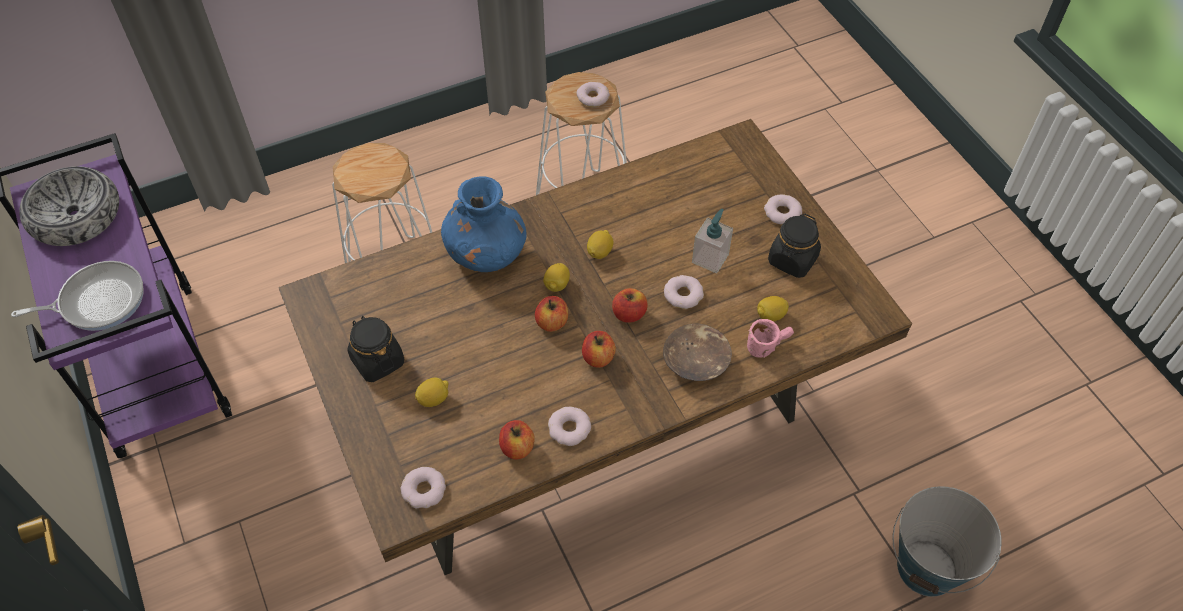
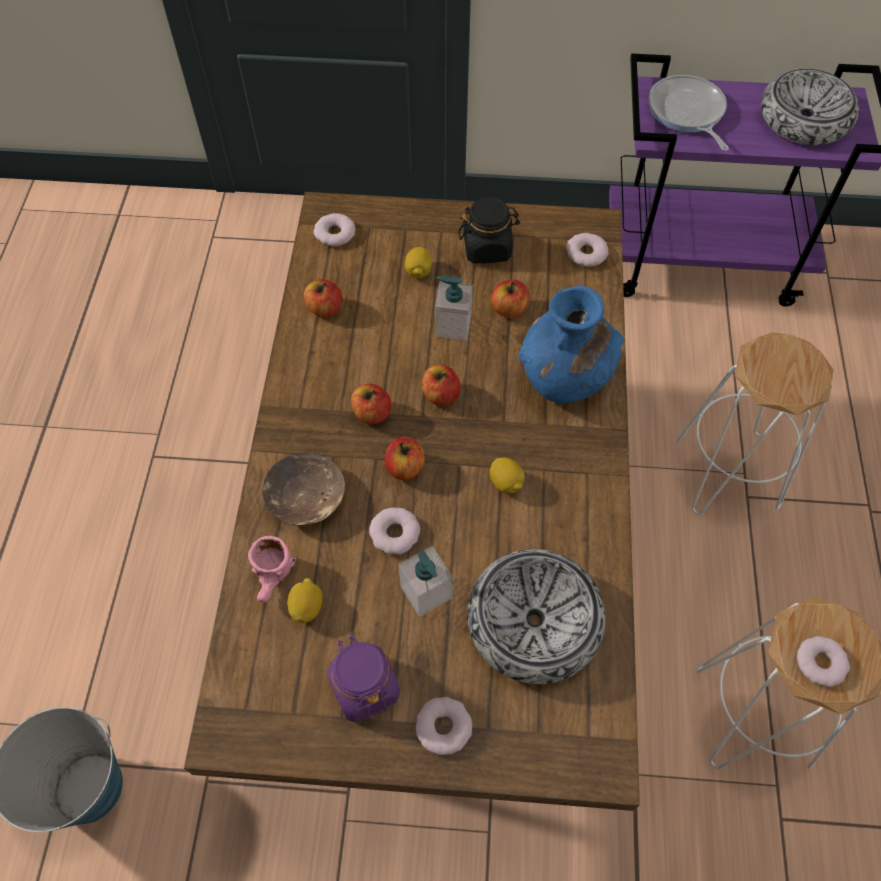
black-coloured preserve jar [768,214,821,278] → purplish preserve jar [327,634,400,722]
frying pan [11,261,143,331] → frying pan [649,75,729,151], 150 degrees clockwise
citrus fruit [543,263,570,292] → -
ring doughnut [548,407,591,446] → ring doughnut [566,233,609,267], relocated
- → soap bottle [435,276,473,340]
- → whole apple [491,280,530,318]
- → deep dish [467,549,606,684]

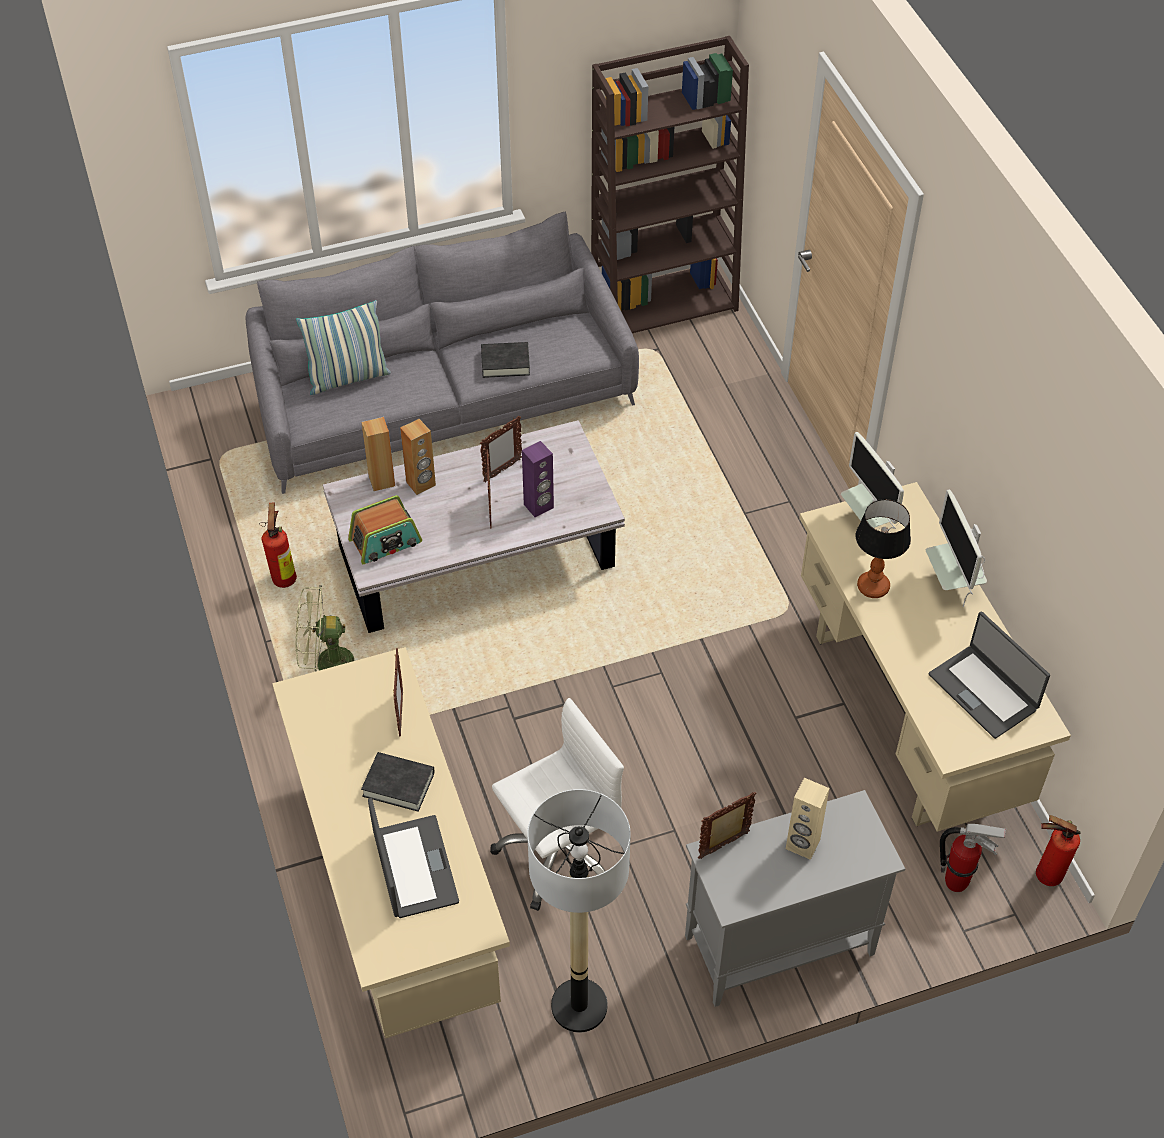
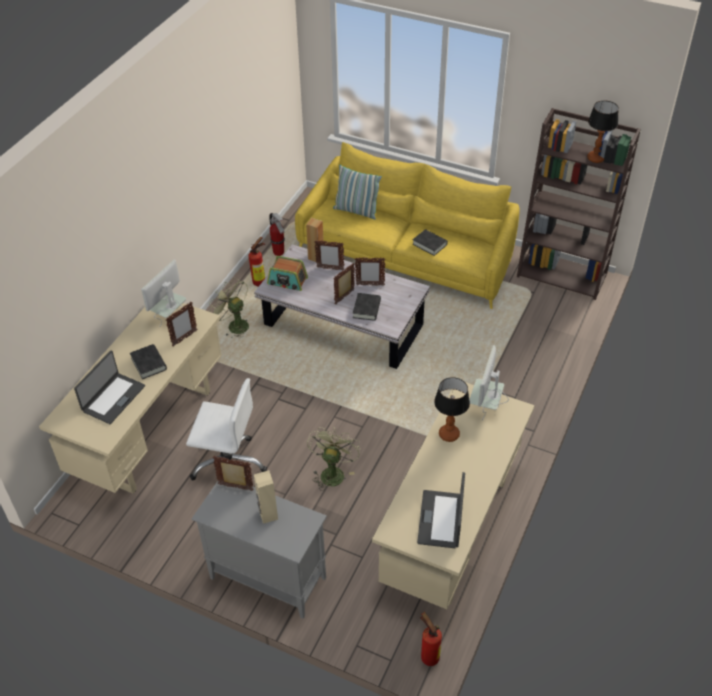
grey couch [245,211,639,494] → yellow-coloured couch [295,142,520,309]
brown speaker [400,419,436,495] → photo frame [314,240,344,271]
purplish speaker [522,441,554,517] → black-coloured bound book [353,293,381,321]
computer display [926,490,987,607] → computer display [141,260,186,326], relocated
standard lamp [527,789,631,1033] → -
fire-fighting cylinder [940,824,1006,892] → fire-fighting cylinder [269,213,285,256], relocated
- → tabletop lamp [587,100,619,163]
- → green-coloured fan [307,427,360,491]

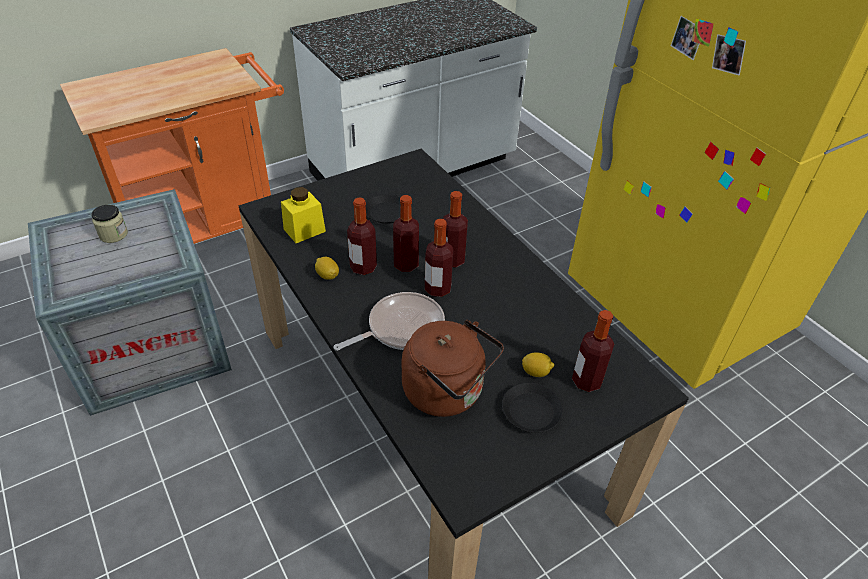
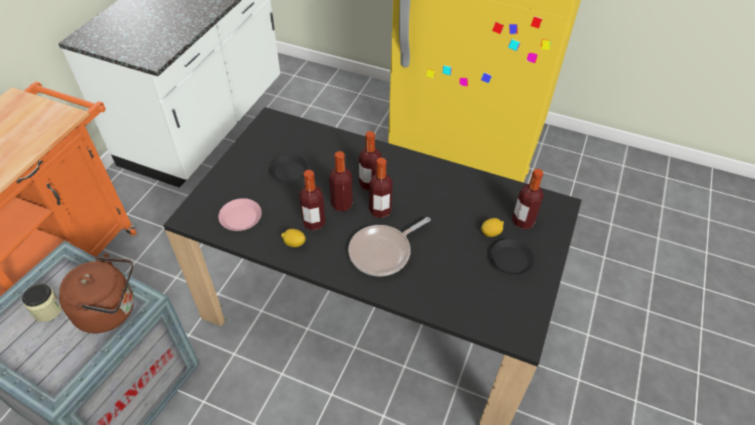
yellow-coloured preserve jar [281,187,326,243] → pink-coloured dinner plate [218,198,262,231]
frying pan [334,292,445,351] → frying pan [348,217,430,276], 150 degrees counterclockwise
brown tea kettle [402,320,504,417] → brown tea kettle [59,253,134,333], relocated

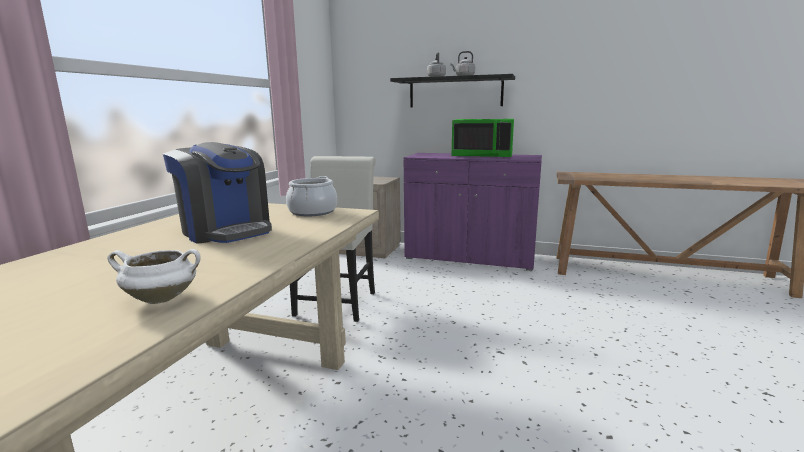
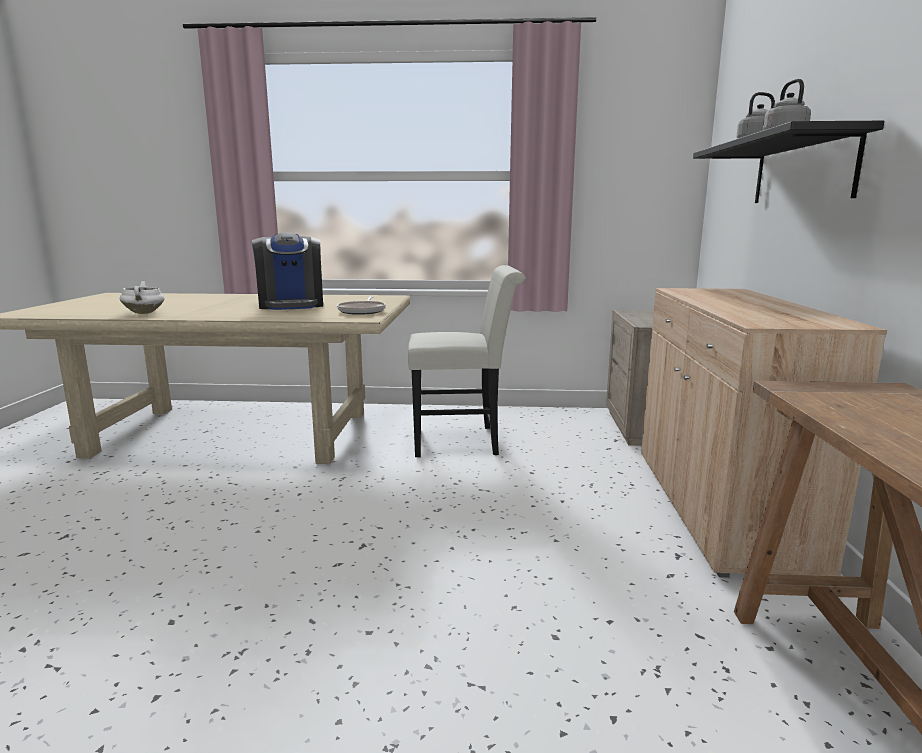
green-coloured microwave [452,119,514,158] → -
coffee machine [163,142,272,244] → coffee machine [252,233,323,310], 45 degrees counterclockwise
purplish cupboard [403,153,542,271] → beige cupboard [641,288,887,578]
saucepot [286,176,337,216] → frying pan [337,296,386,315]

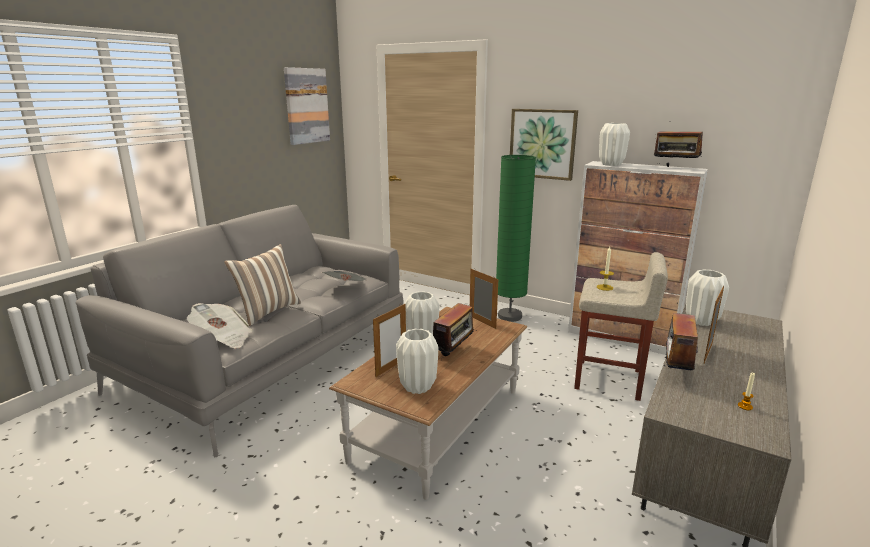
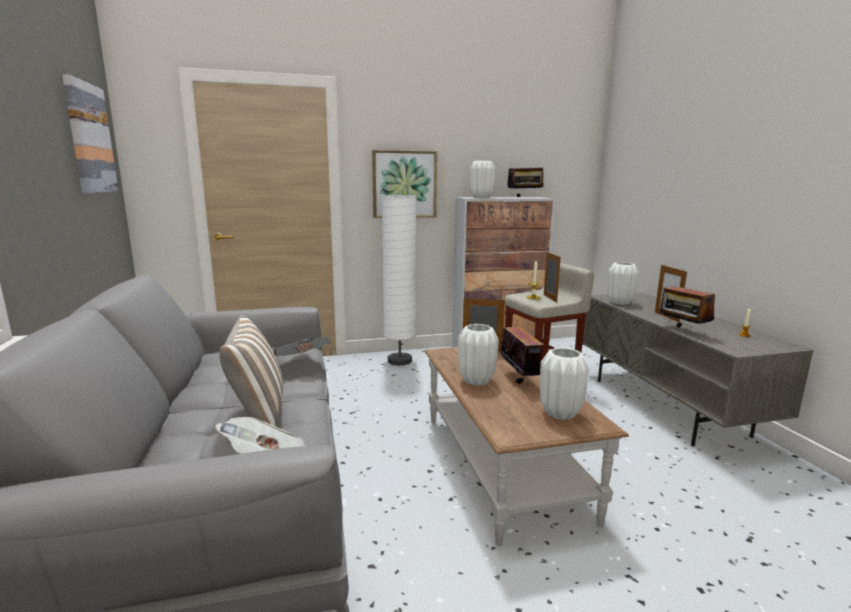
green-coloured standard lamp [496,155,536,322] → white standard lamp [382,195,416,365]
photo frame [373,304,406,377] → photo frame [544,252,561,303], relocated

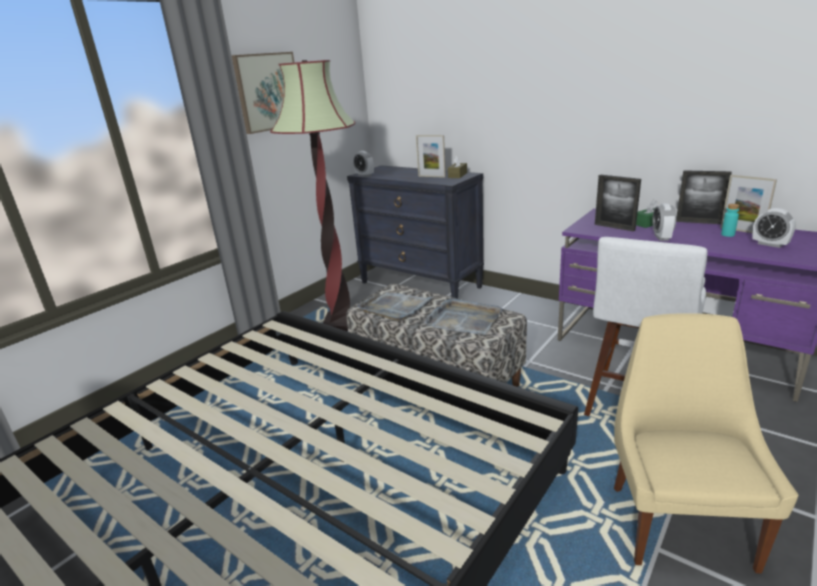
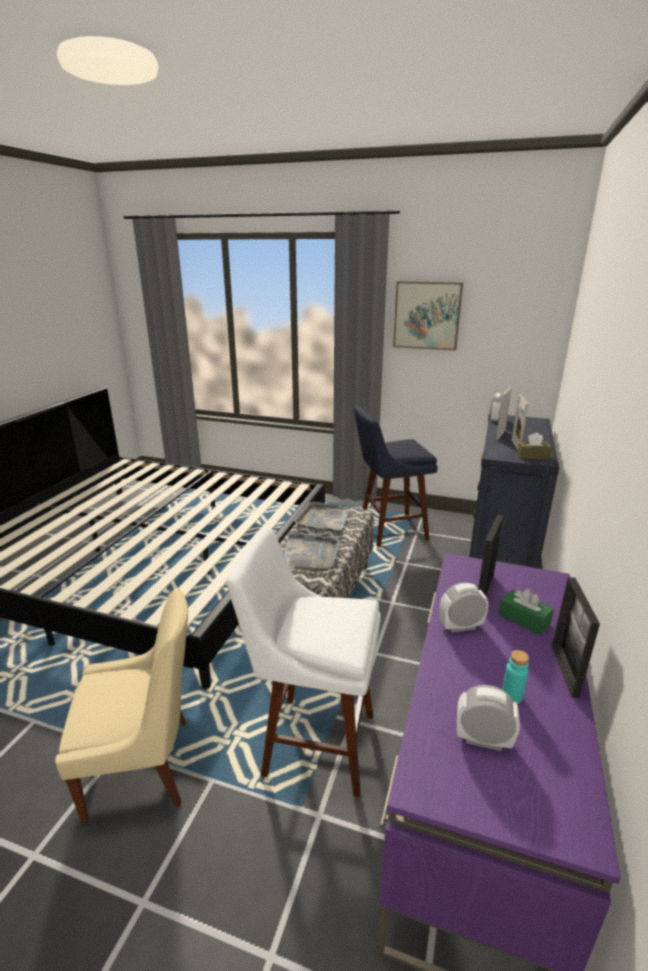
standard lamp [270,60,355,331] → blue stool seat [354,406,438,547]
photo frame [720,175,777,233] → photo frame [496,387,512,440], relocated
table clock [753,208,796,248] → table clock [457,685,520,751], 75 degrees clockwise

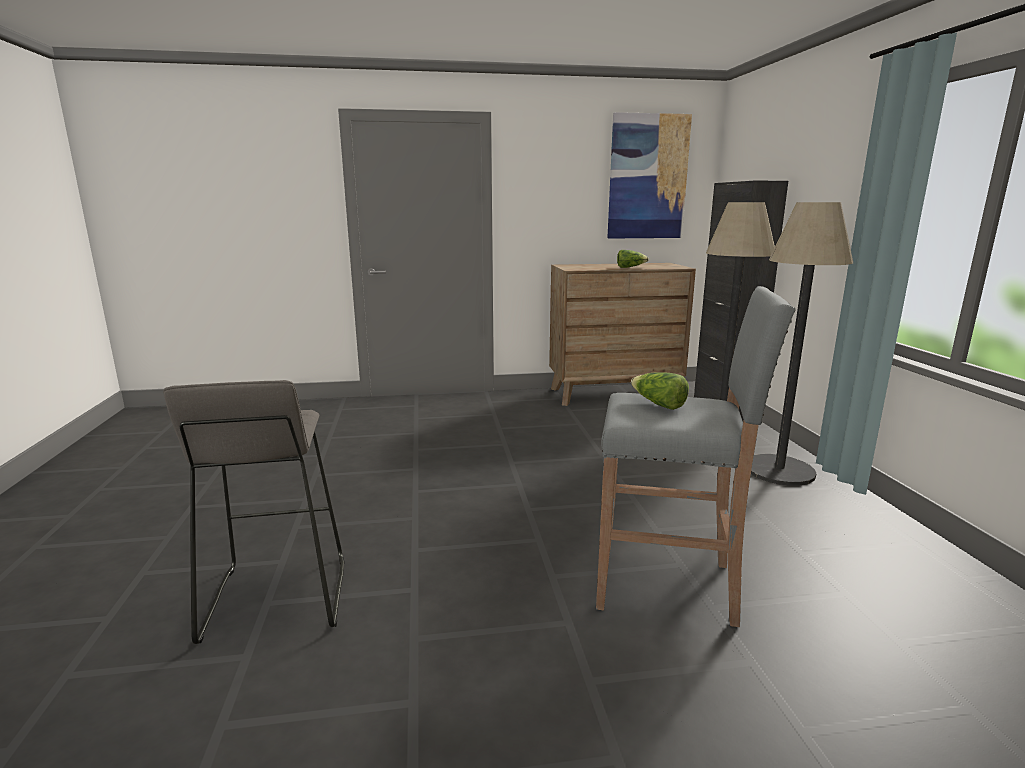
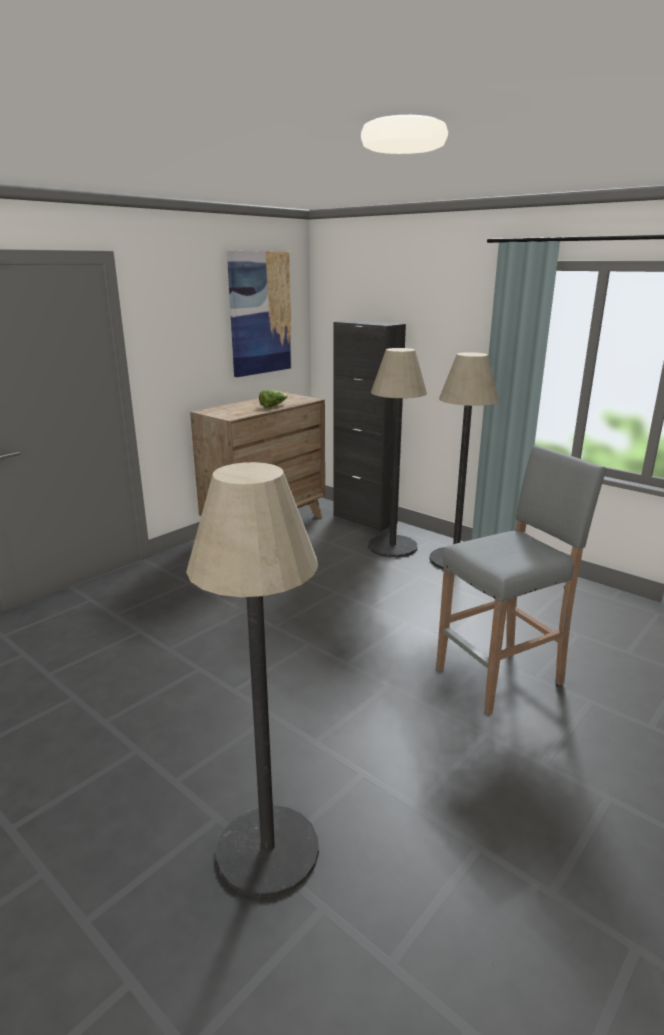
lettuce head [631,373,689,410] → -
grey stool seat [163,380,345,644] → standard lamp [186,462,319,898]

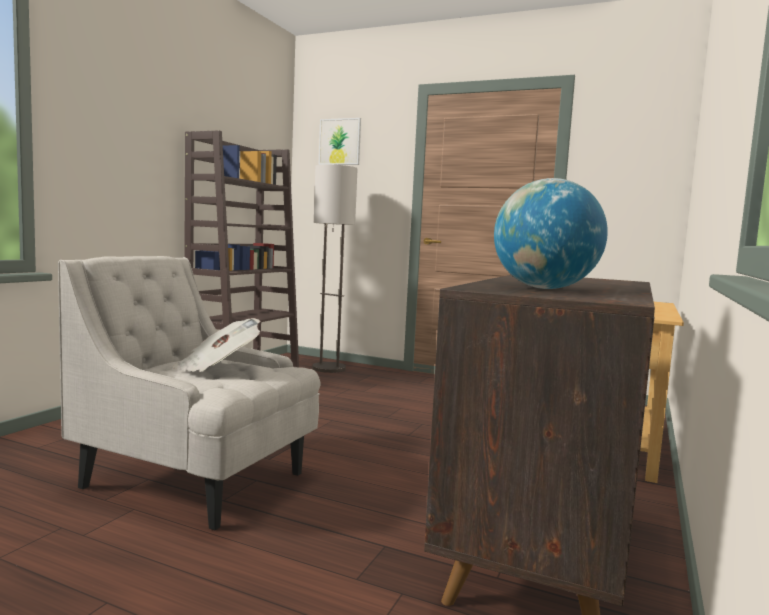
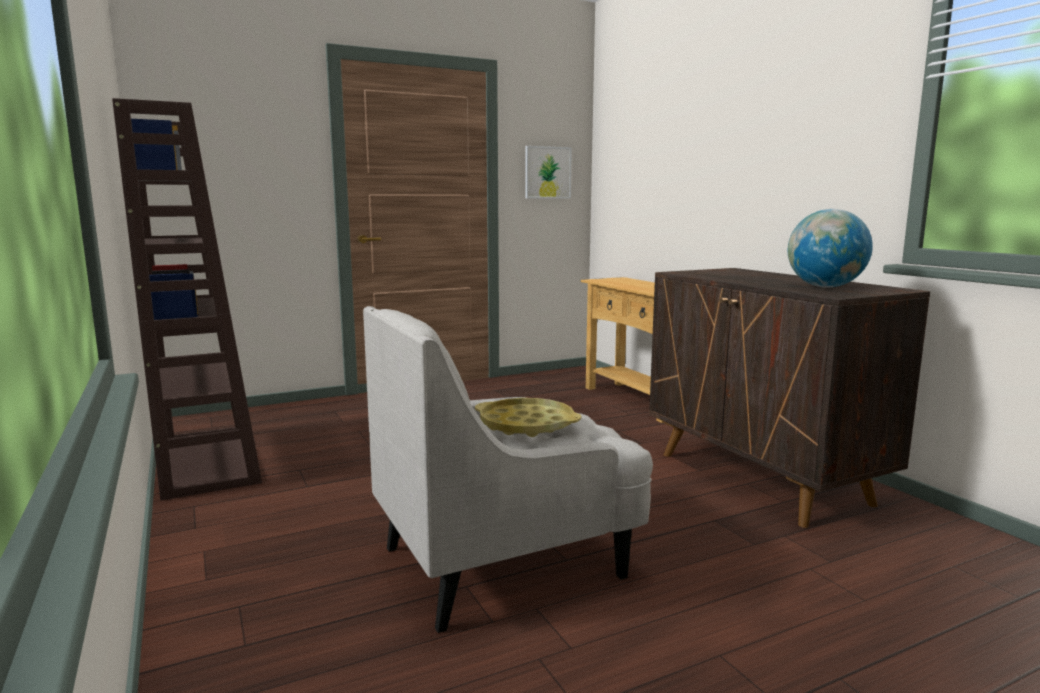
picture [319,118,361,165] → picture [526,146,572,199], relocated
standard lamp [312,164,358,373] → -
newspaper [173,318,261,372] → yellow-coloured carrying tray [475,398,581,437]

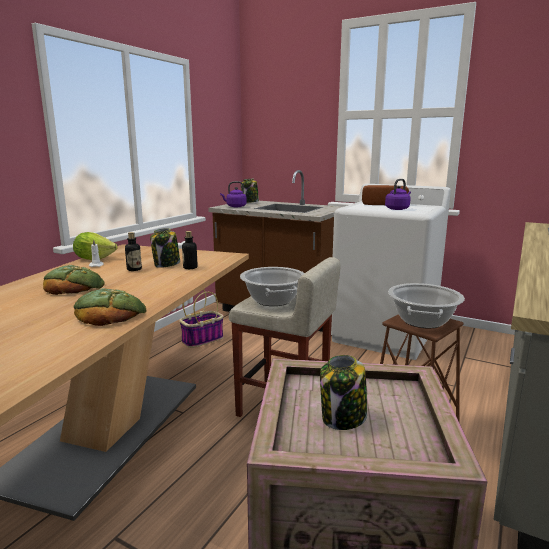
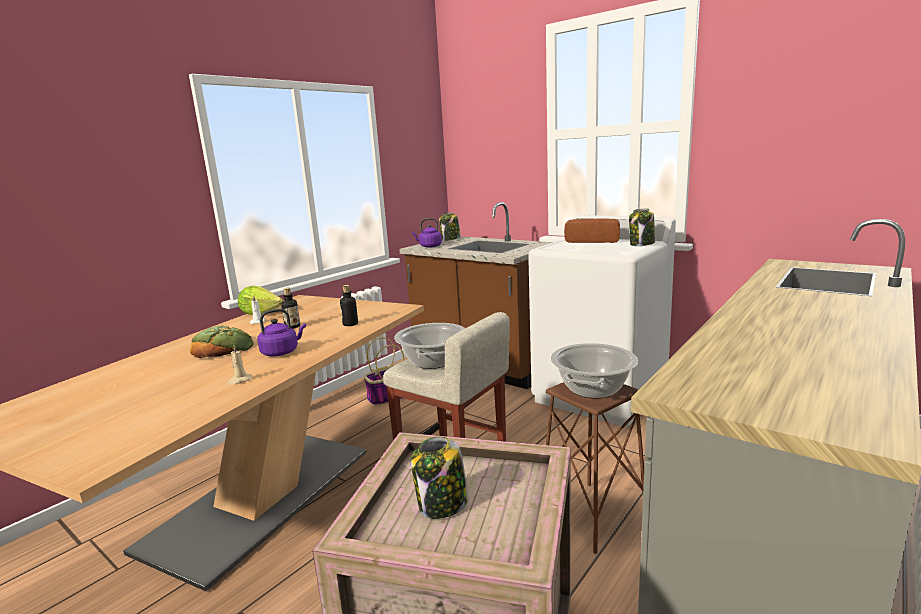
purplish tea kettle [385,179,411,210] → purplish tea kettle [257,309,306,356], relocated
preserve jar [150,228,180,268] → preserve jar [629,208,655,246], relocated
bread [74,288,147,326] → beige candle [227,345,252,385]

